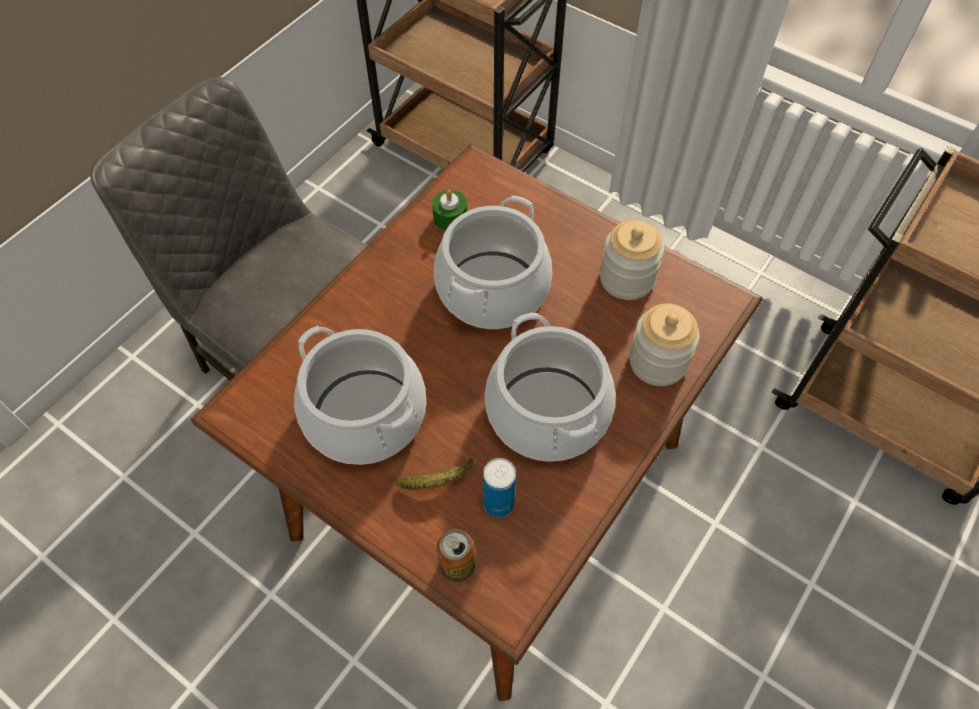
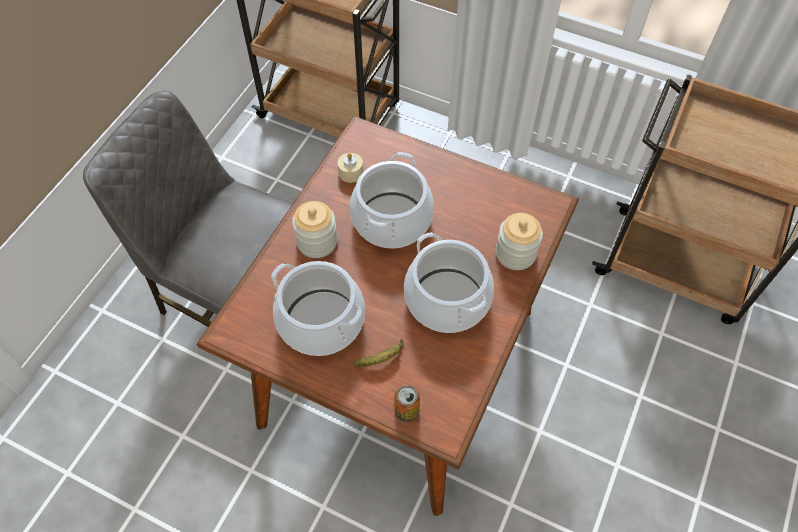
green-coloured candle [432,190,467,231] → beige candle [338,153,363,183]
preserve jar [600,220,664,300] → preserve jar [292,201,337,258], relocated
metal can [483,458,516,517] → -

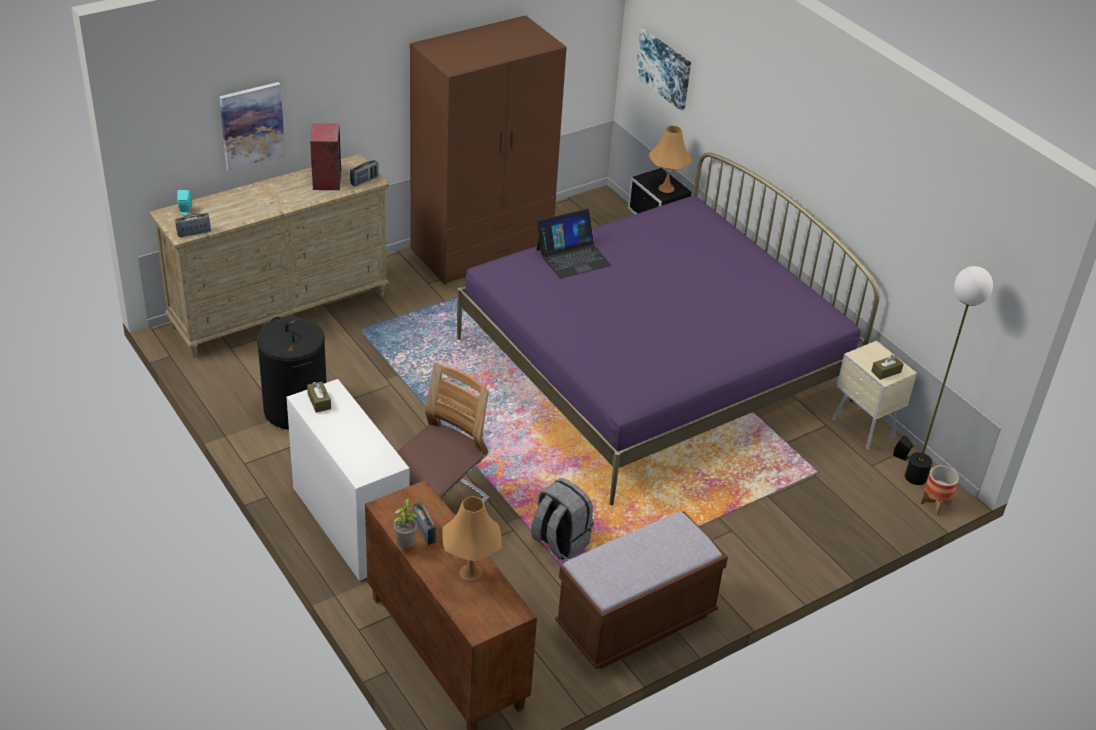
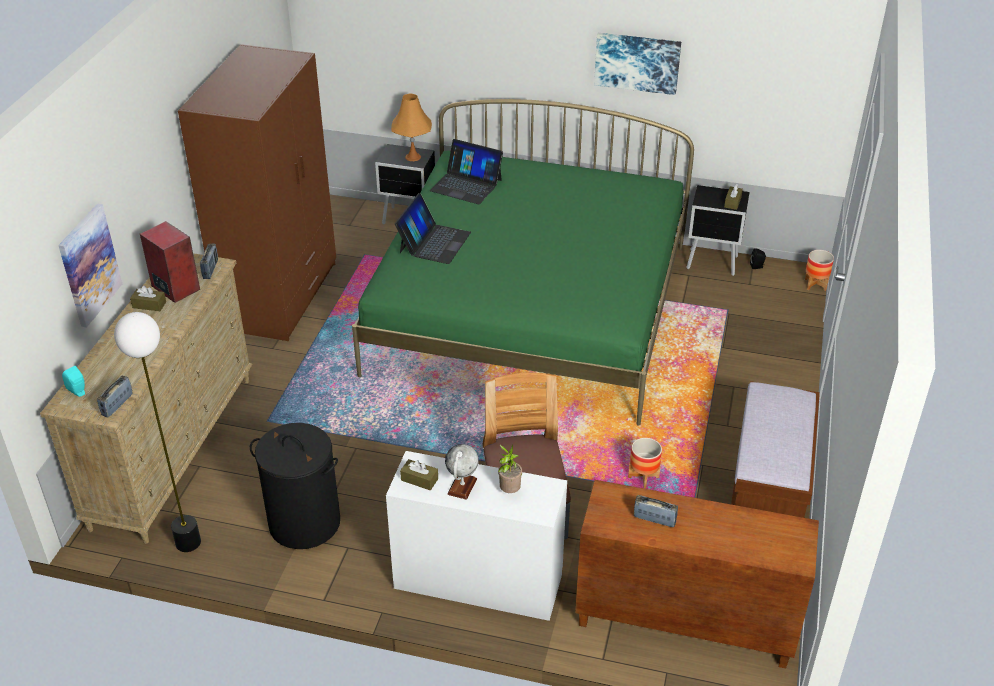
picture [635,29,691,111] → picture [594,33,681,95], relocated
purplish bed [457,152,879,505] → green-coloured bed [352,99,694,426]
standard lamp [905,266,993,485] → standard lamp [114,312,201,552], relocated
beige night table [832,341,917,450] → black-coloured night table [686,185,749,276]
grey backpack [531,478,593,560] → planter [628,438,662,488]
orangey tabletop lamp [442,496,502,582] → -
houseplant [393,498,418,548] → houseplant [498,444,522,493], relocated
- → portable computer [430,139,503,204]
- → brown box of tissues [130,286,166,311]
- → globe [445,444,479,500]

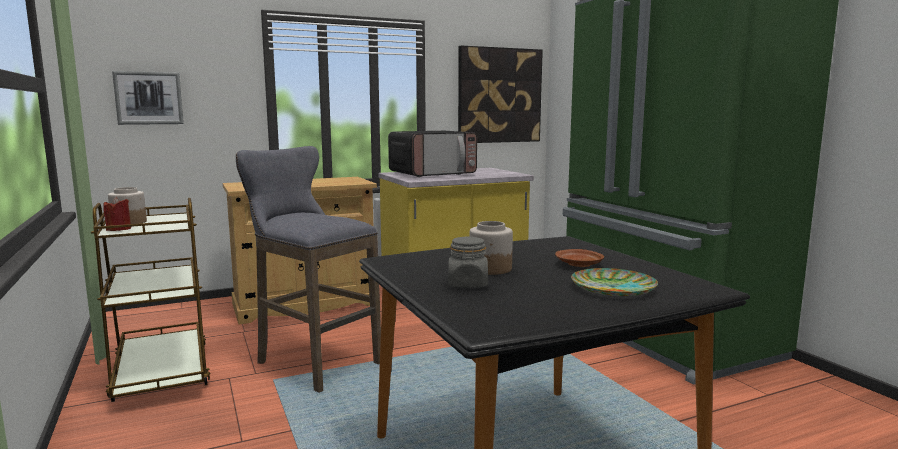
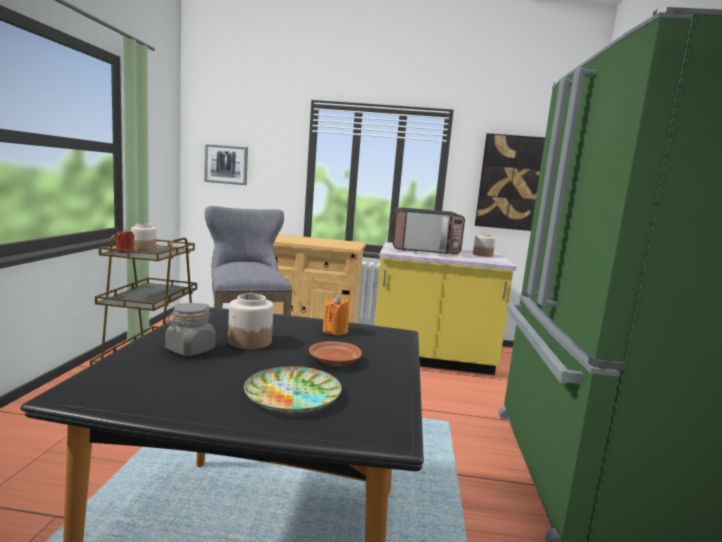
- → preserve jar [473,233,495,257]
- → orangey candle [323,295,350,335]

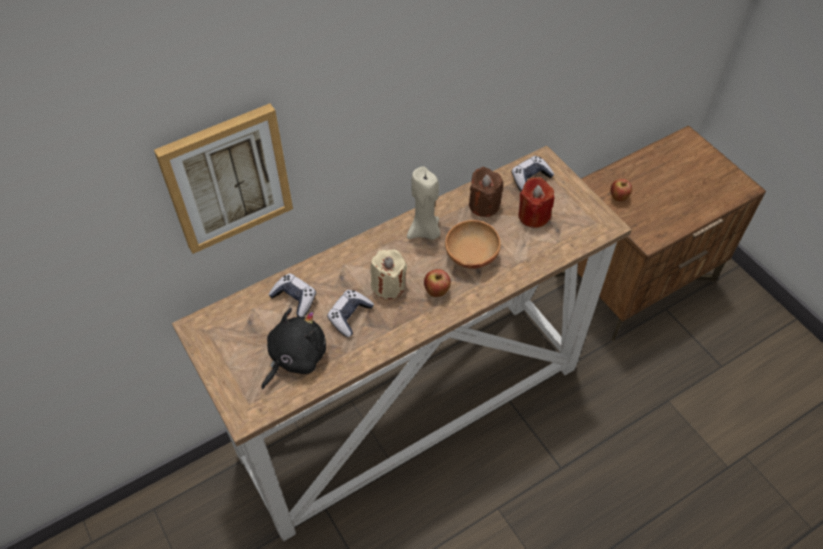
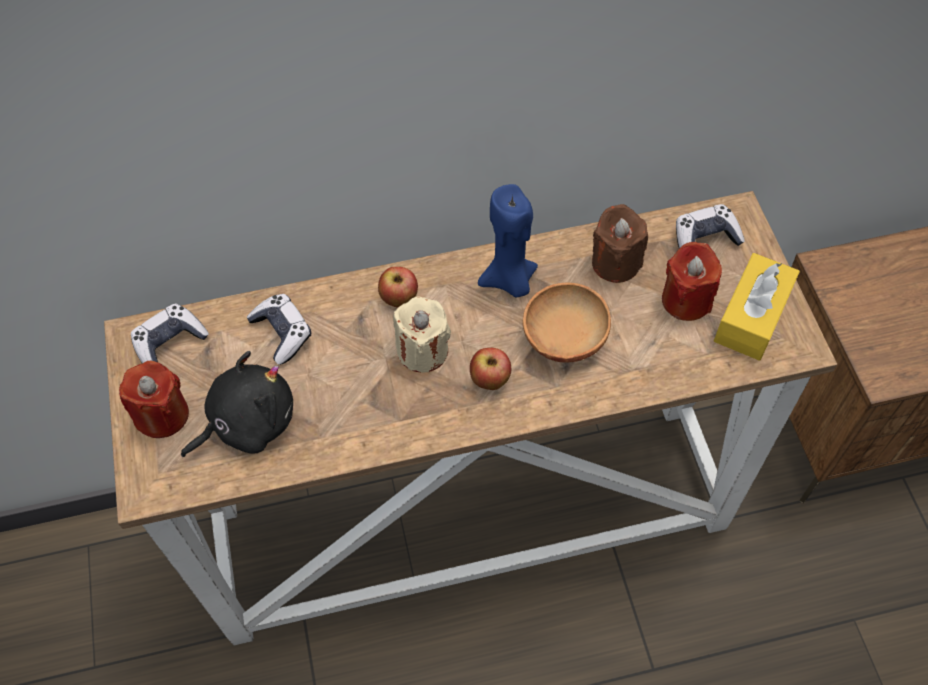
picture [154,104,293,254] → -
beige candle [407,166,441,240] → blue candle [478,184,538,298]
whole apple [610,179,632,201] → whole apple [378,267,418,308], relocated
game controller [327,290,374,337] → game controller [131,303,209,364], relocated
- → yellow-coloured box of tissues [714,253,800,361]
- → reddish candle [119,360,189,438]

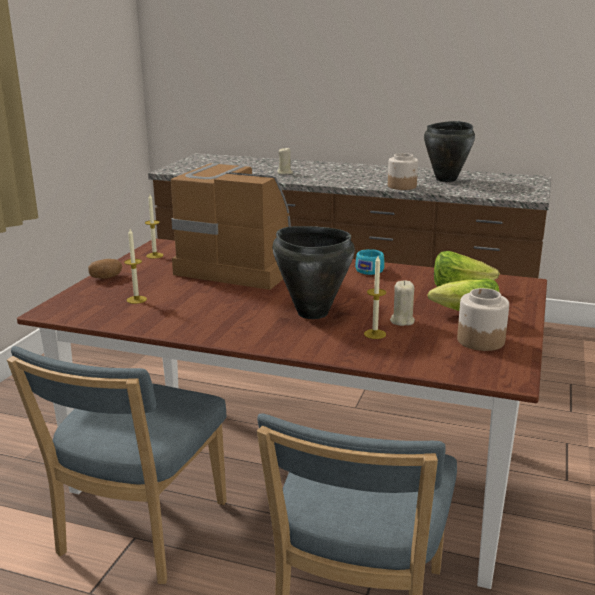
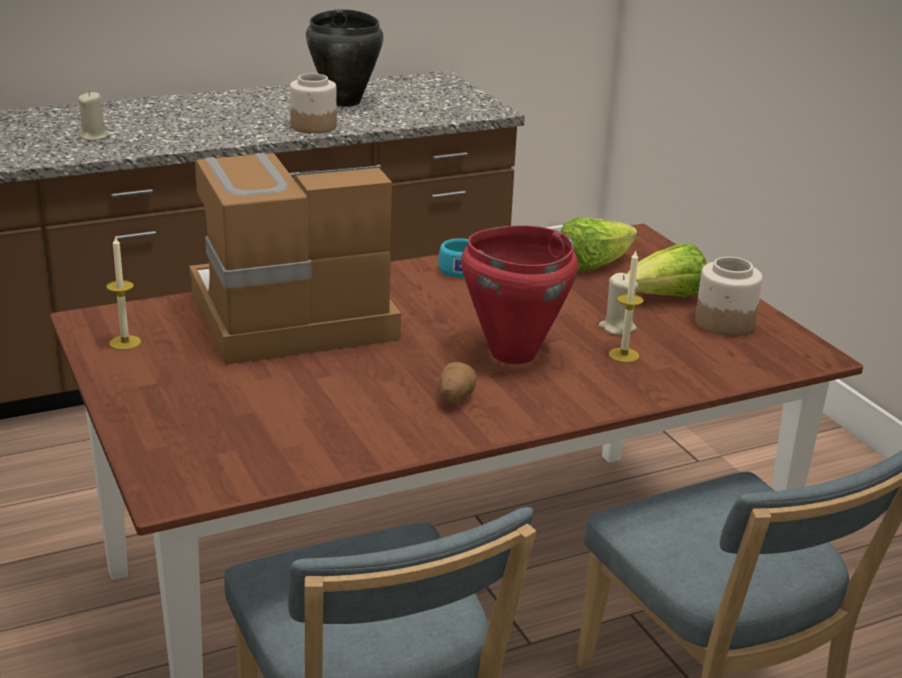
black-coloured saucepot [273,226,355,319] → reddish saucepot [461,225,578,364]
candle [124,229,147,304] → -
spud [88,259,122,279] → spud [439,362,477,405], relocated

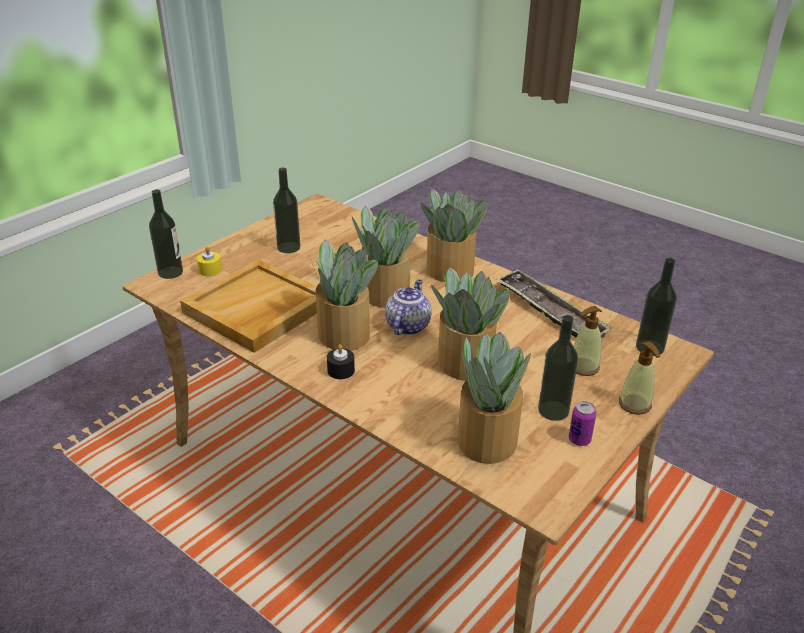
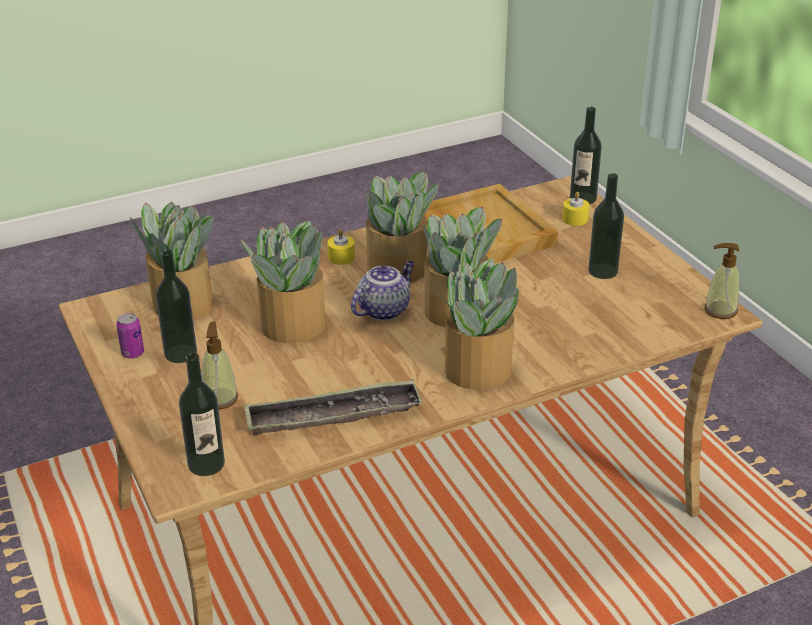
teapot [385,279,432,335] → teapot [351,261,415,321], 90 degrees counterclockwise
soap bottle [619,341,660,415] → soap bottle [704,243,739,319], relocated
black-coloured candle [327,344,355,379] → yellow-coloured candle [327,229,355,265]

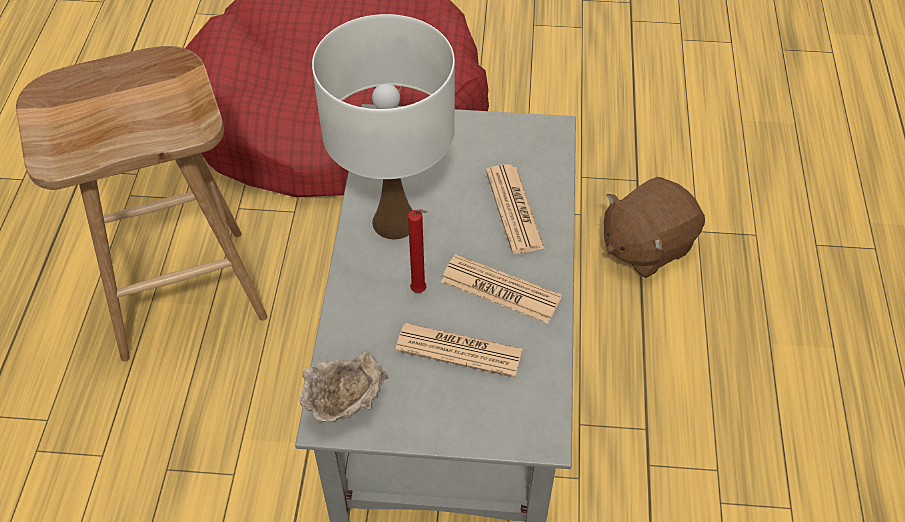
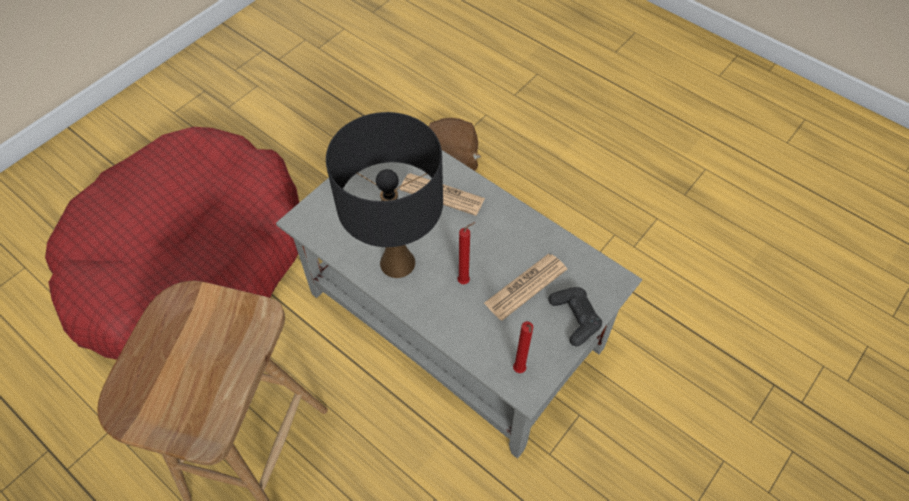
white tabletop lamp [312,14,455,239] → black-coloured tabletop lamp [326,112,443,278]
newspaper [441,254,562,324] → -
beige deep dish [299,351,388,423] → reddish candle [513,321,533,373]
- → black-coloured game controller [548,287,602,346]

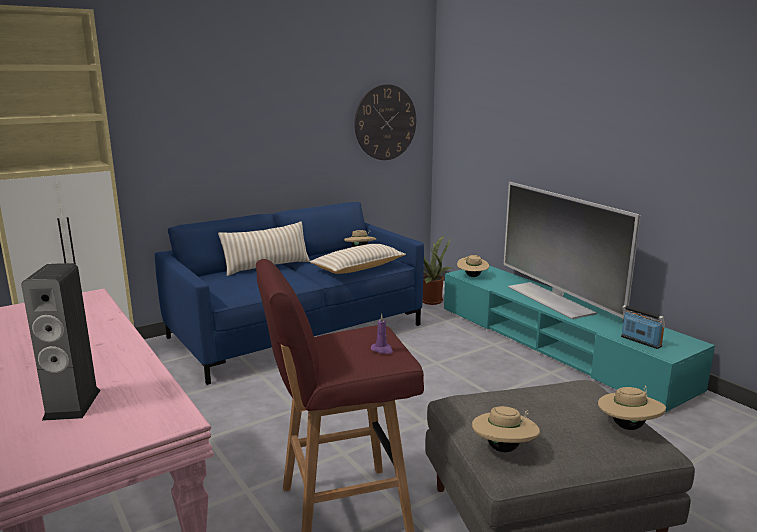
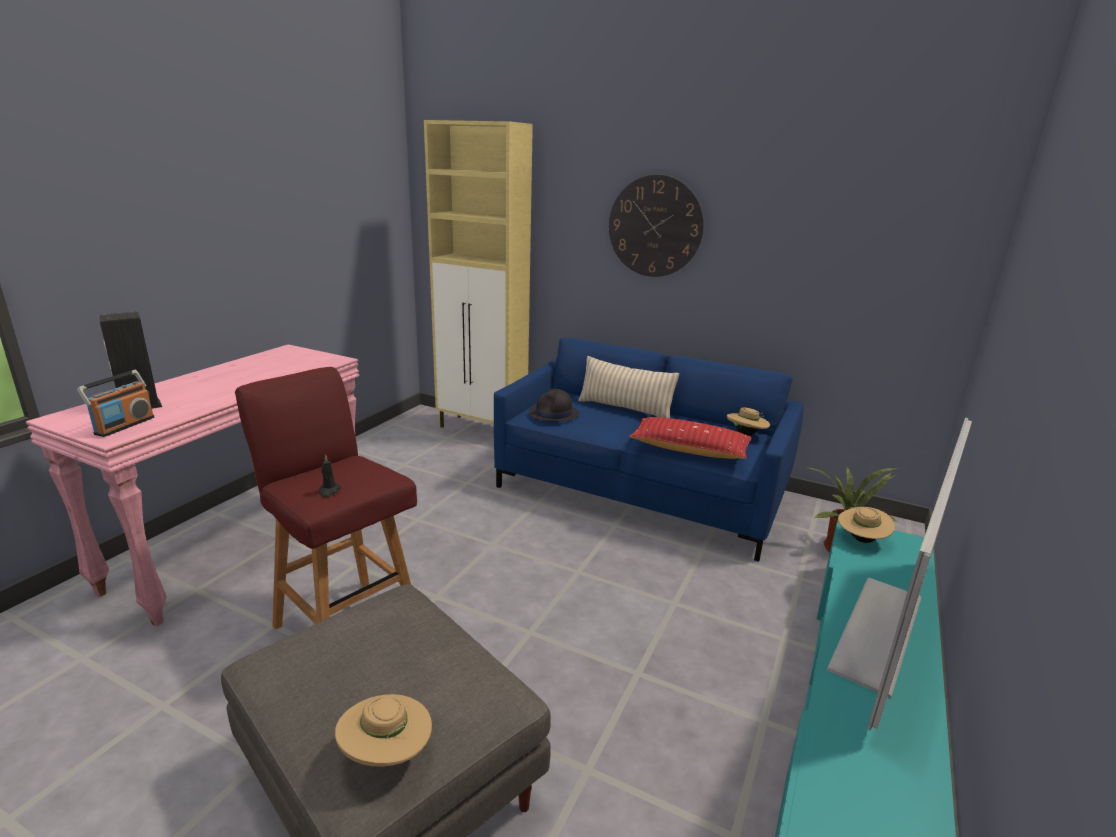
hanging clock [354,84,416,160] → hanging clock [609,175,704,277], relocated
beige throw pillow [310,244,406,274] → reddish throw pillow [629,417,752,459]
radio [621,305,665,349] → radio [77,370,154,437], relocated
purplish candle [371,314,393,354] → black-coloured candle [318,454,341,497]
beige clothing hat [472,406,540,452] → -
- → black-coloured clothing hat [529,389,579,422]

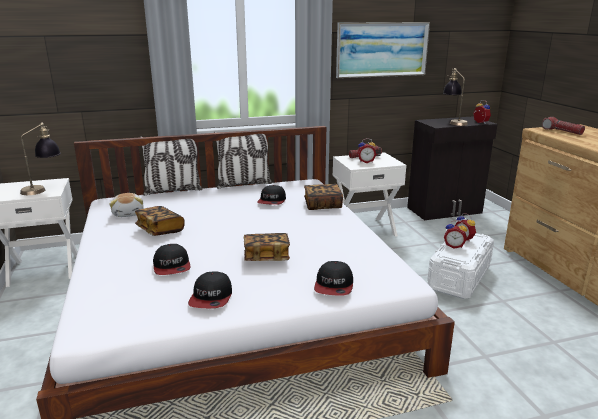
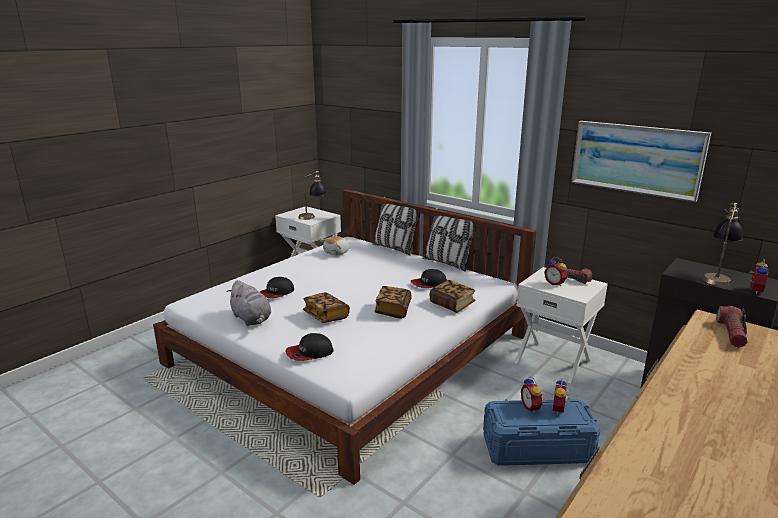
bound book [135,206,185,236] → bound book [374,286,412,318], relocated
white storage bin [427,233,494,299] → blue storage bin [483,399,600,466]
cap [188,271,232,308] → grey cuddly toy [227,280,271,326]

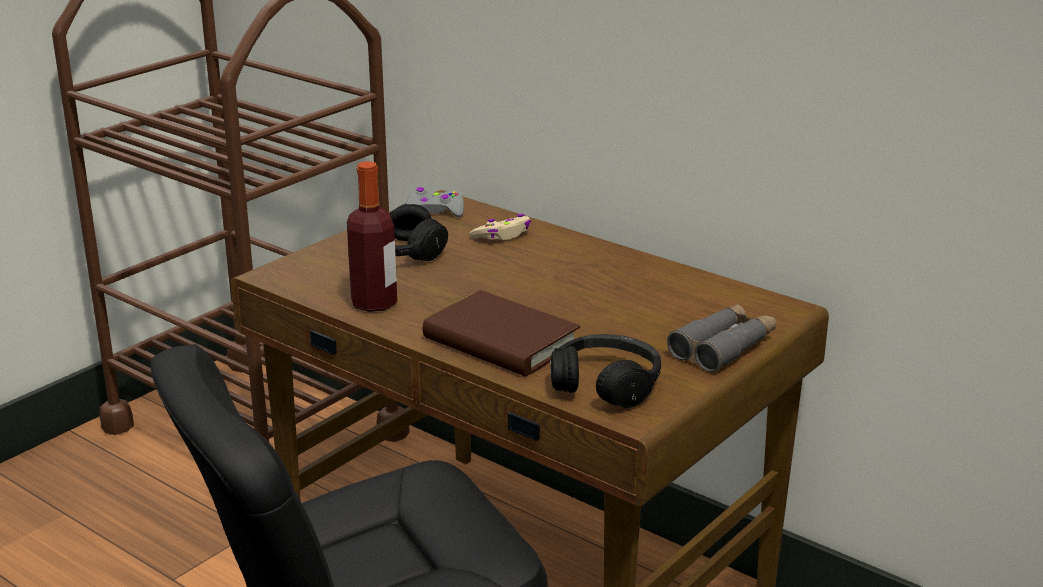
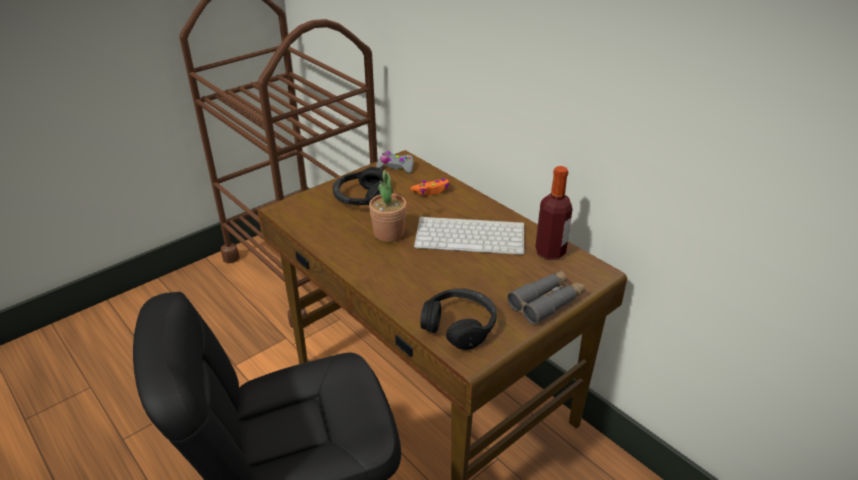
bottle [347,161,397,312] → bottle [535,166,573,260], relocated
beige game controller [469,214,531,240] → orangey game controller [410,179,450,195]
brown bound book [423,290,580,376] → -
- → houseplant [369,152,407,242]
- → keyboard [414,216,525,255]

